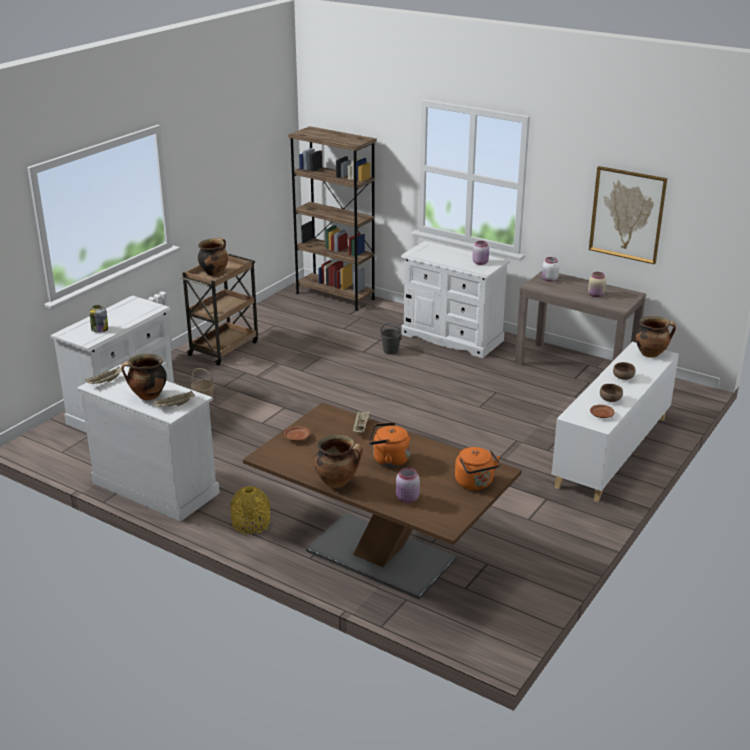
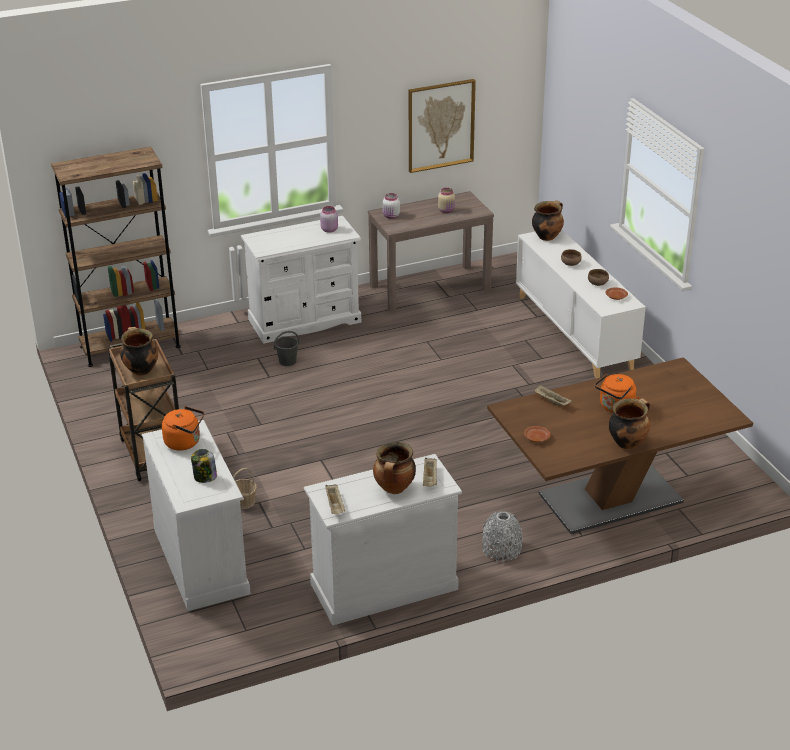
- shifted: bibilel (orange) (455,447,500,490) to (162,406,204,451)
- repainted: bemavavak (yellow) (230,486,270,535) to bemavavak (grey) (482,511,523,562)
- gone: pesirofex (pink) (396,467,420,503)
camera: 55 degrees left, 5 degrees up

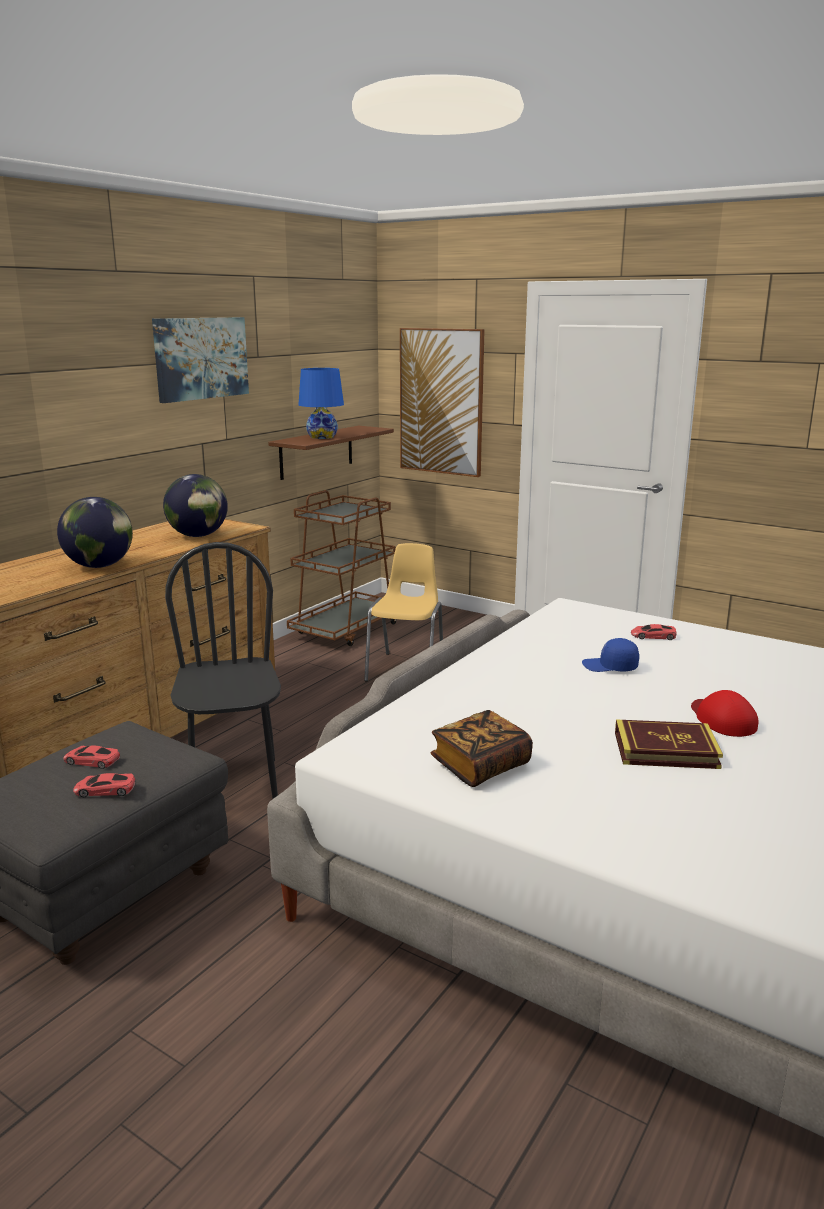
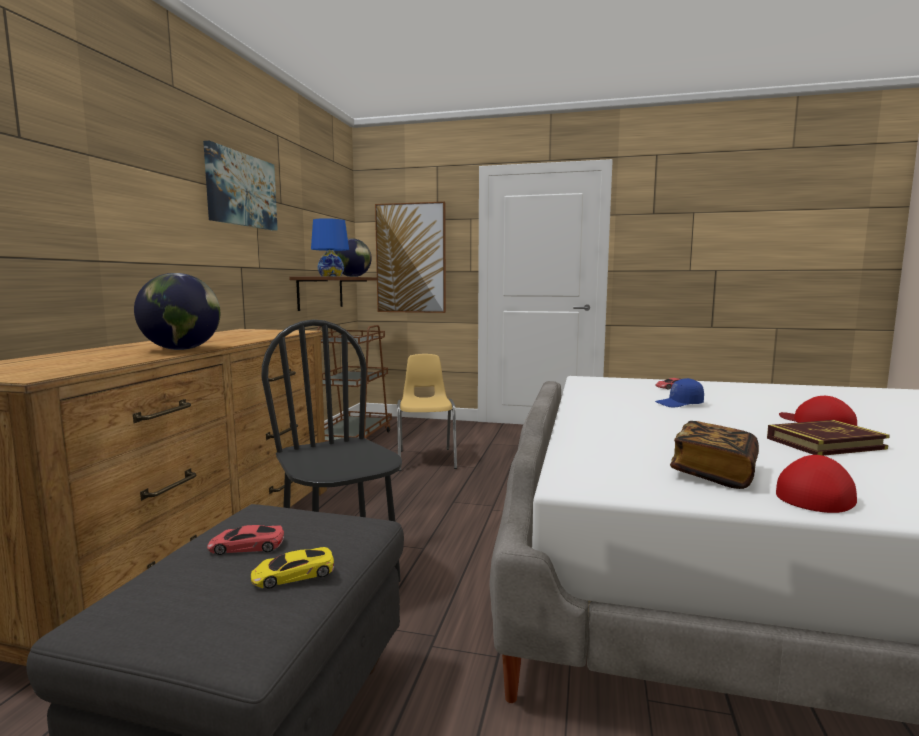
- repainted: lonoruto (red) (73,773,135,797) to lonoruto (yellow) (251,547,334,589)
- shifted: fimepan (163,474,228,537) to (334,238,372,277)
- new: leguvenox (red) (776,455,857,513)
camera: 20 degrees left, 10 degrees down

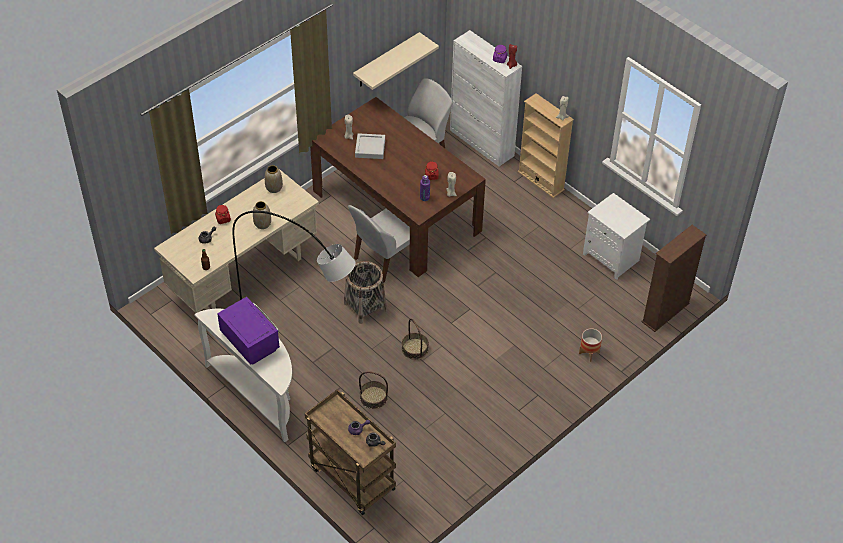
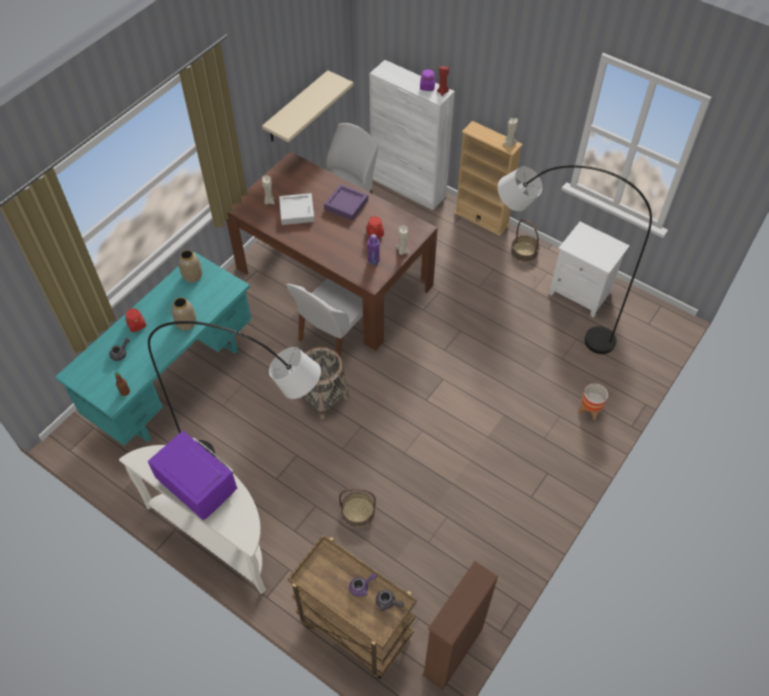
- repainted: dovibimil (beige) (154,169,319,313) to dovibimil (turquoise) (55,252,252,445)
- new: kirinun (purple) (324,184,368,221)
- shifted: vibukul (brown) (641,225,706,332) to (422,561,499,690)
- new: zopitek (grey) (498,165,652,354)
- shifted: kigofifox (402,319,429,360) to (511,219,539,262)
camera: 10 degrees left, 5 degrees up

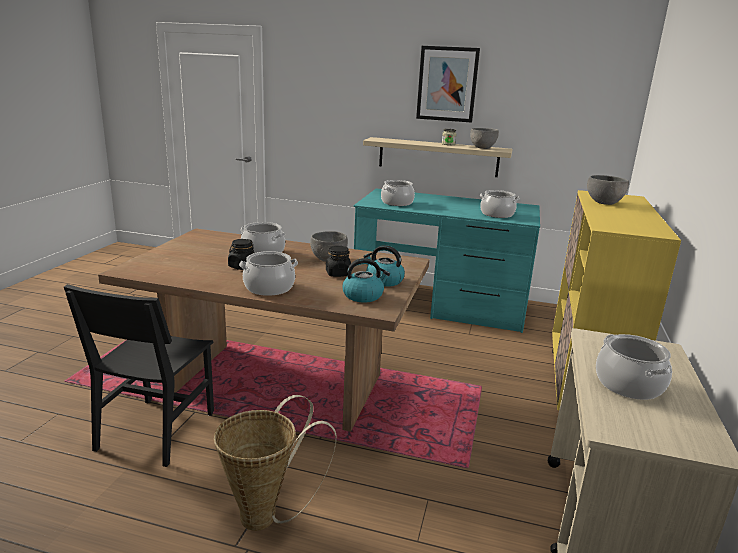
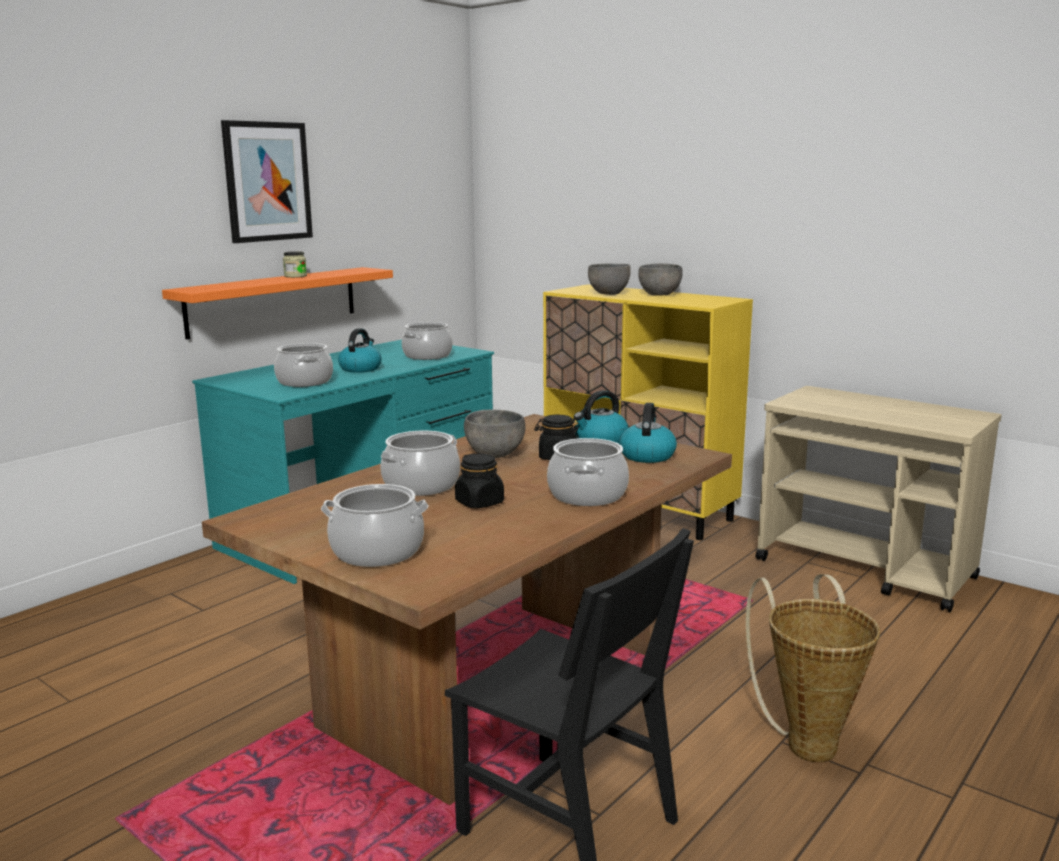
- repainted: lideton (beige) (363,137,513,177) to lideton (orange) (162,267,393,339)
- shifted: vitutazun (596,334,672,400) to (321,484,429,567)
- new: bibilel (338,328,382,373)
- shifted: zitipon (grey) (470,128,499,149) to (638,263,683,296)
camera: 65 degrees left, 5 degrees down

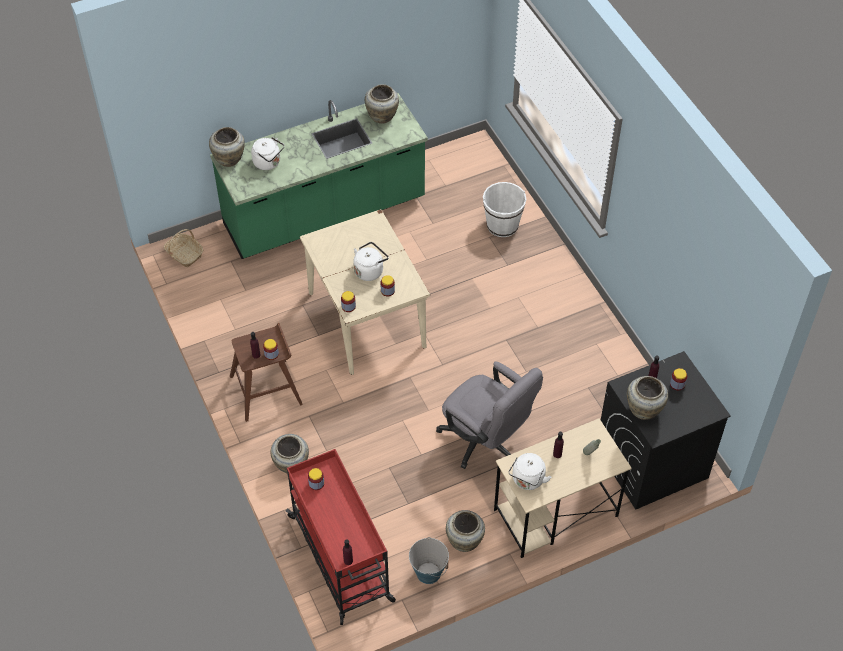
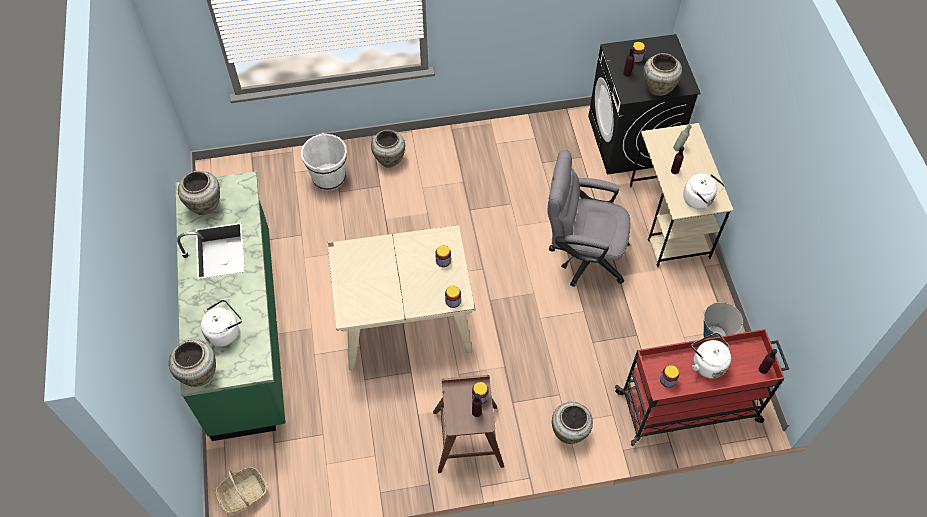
- shifted: bemavavak (beige) (446,510,485,552) to (371,130,405,168)
- rotated: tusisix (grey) (436,361,543,469) = (547,150,630,287) 135 degrees counterclockwise
- shifted: bibilel (white) (353,242,389,281) to (691,332,731,379)
camera: 75 degrees left, 5 degrees up

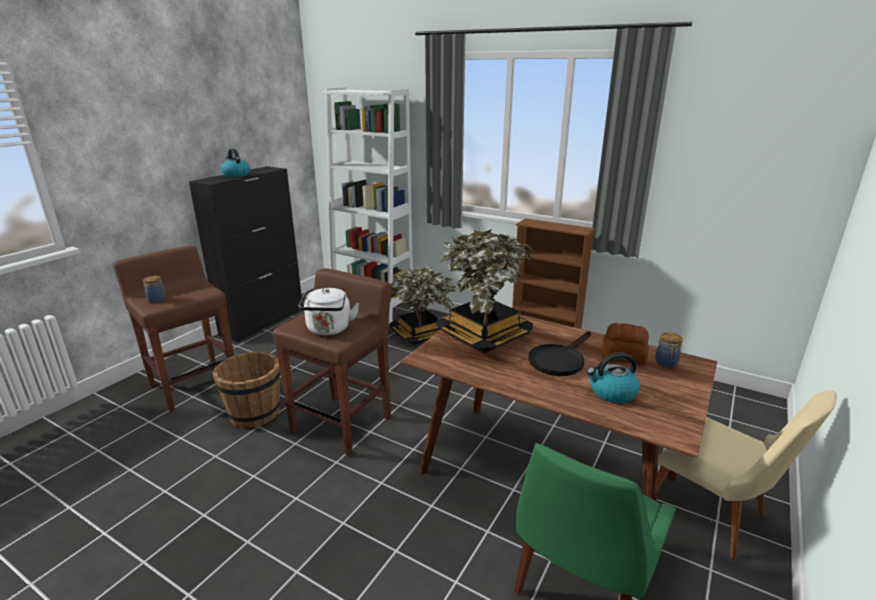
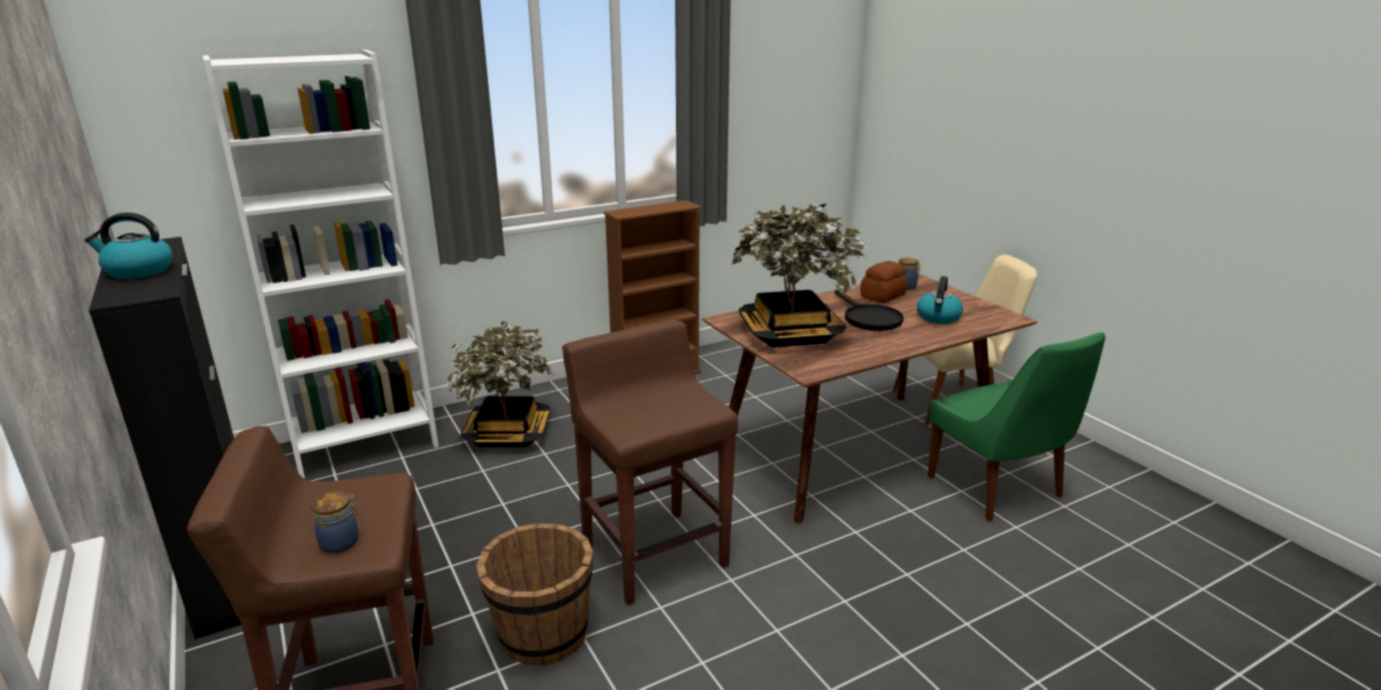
- gone: bibilel (white) (299,288,359,335)
camera: 60 degrees left, 0 degrees up

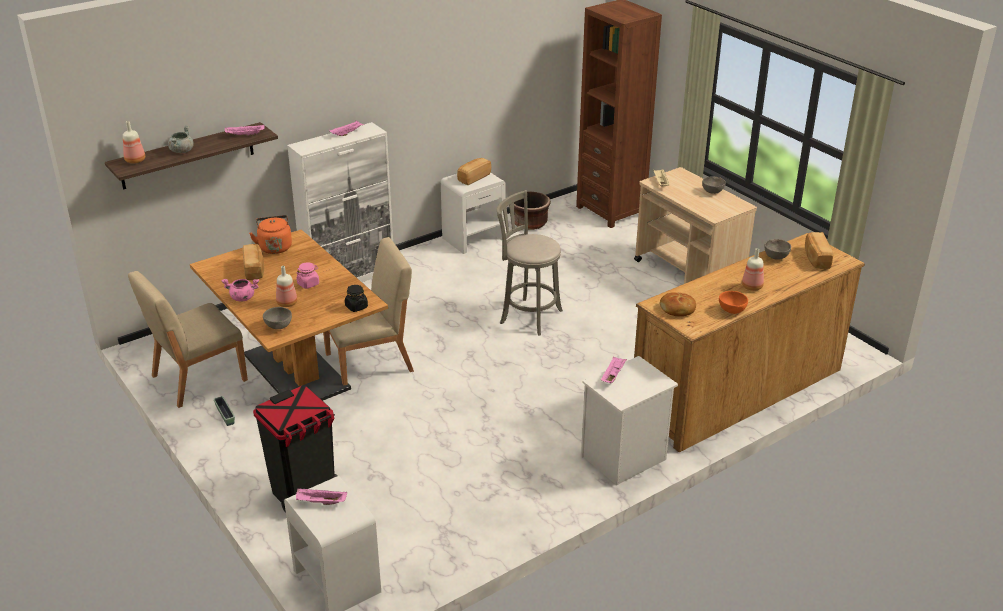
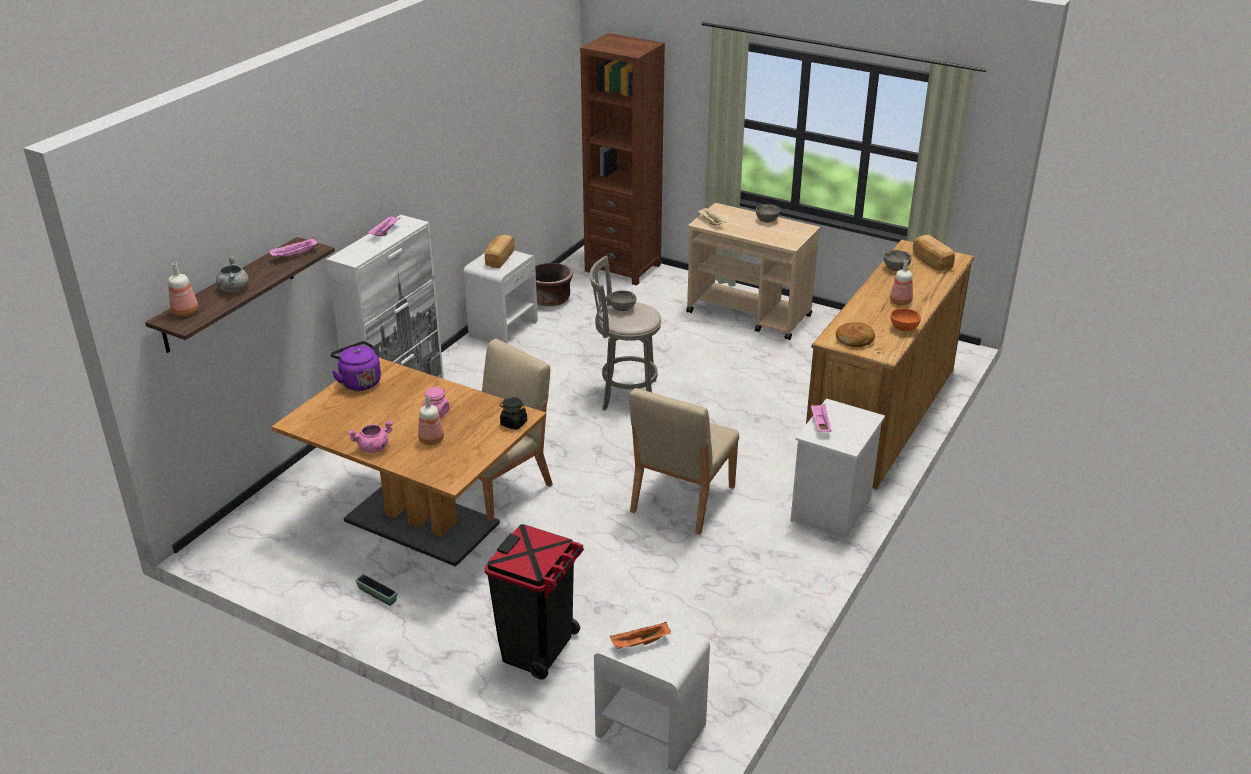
- repainted: bibilel (orange) (249,215,292,254) to bibilel (purple) (330,341,381,391)
- shifted: zitipon (grey) (263,307,292,329) to (609,290,636,311)
- repainted: kirinun (pink) (296,488,347,505) to kirinun (orange) (610,622,671,649)
- shifted: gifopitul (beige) (128,271,248,408) to (629,388,739,535)
- gone: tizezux (242,244,264,280)
camera: 25 degrees left, 0 degrees up

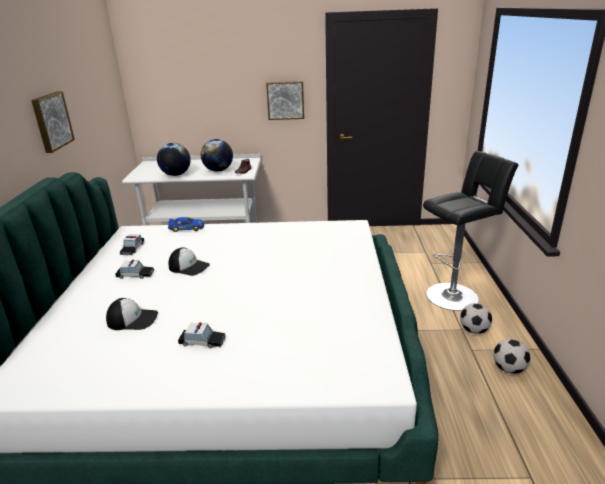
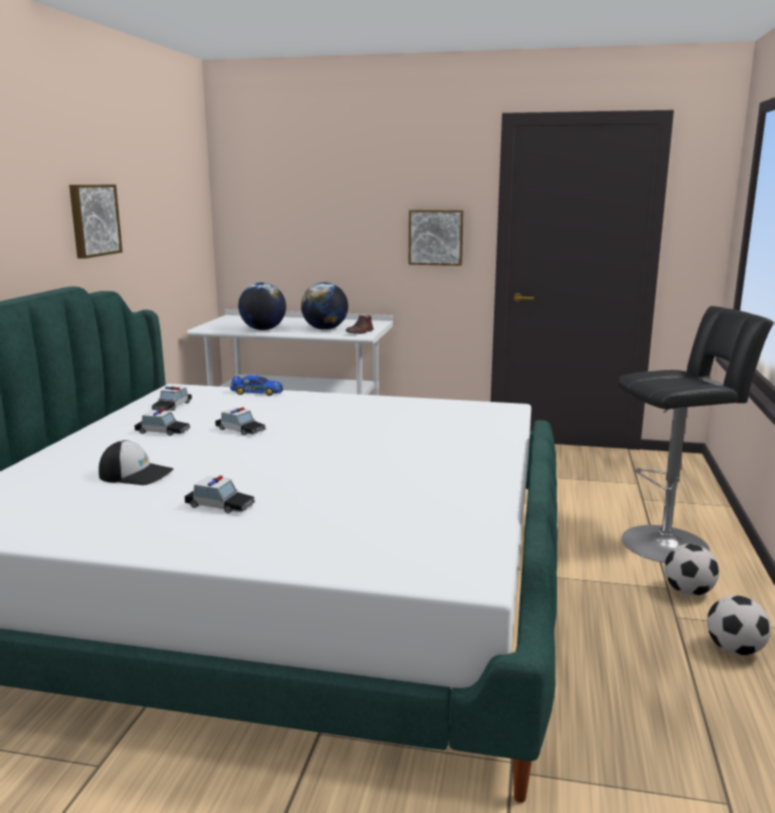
- swapped: leguvenox (168,247,210,276) to lonoruto (215,407,266,435)
camera: 10 degrees right, 10 degrees down

